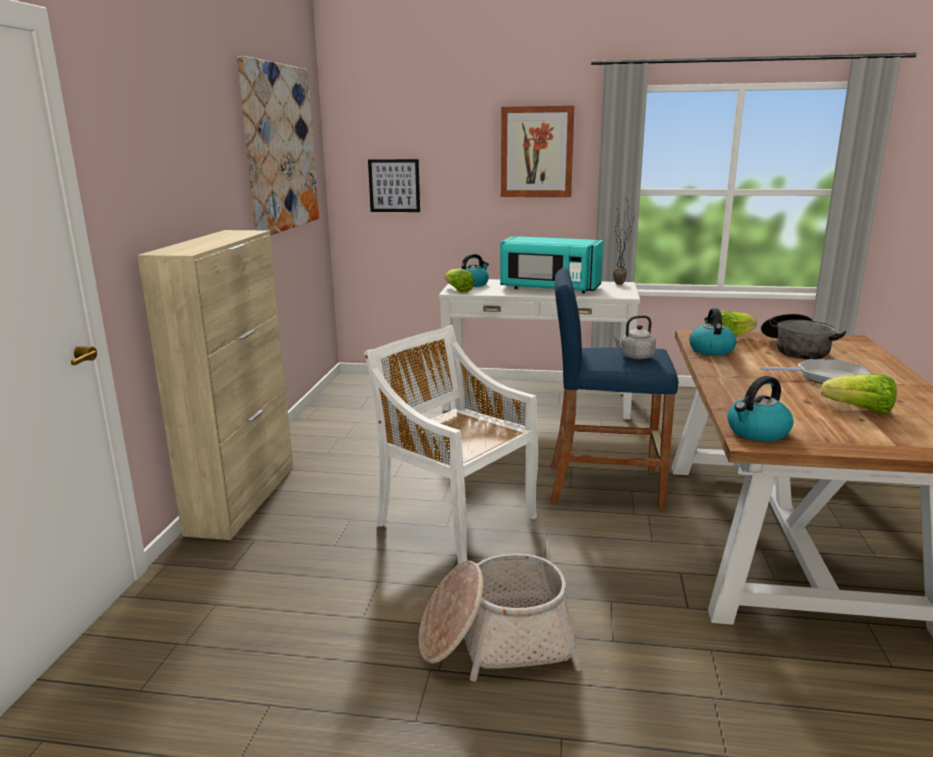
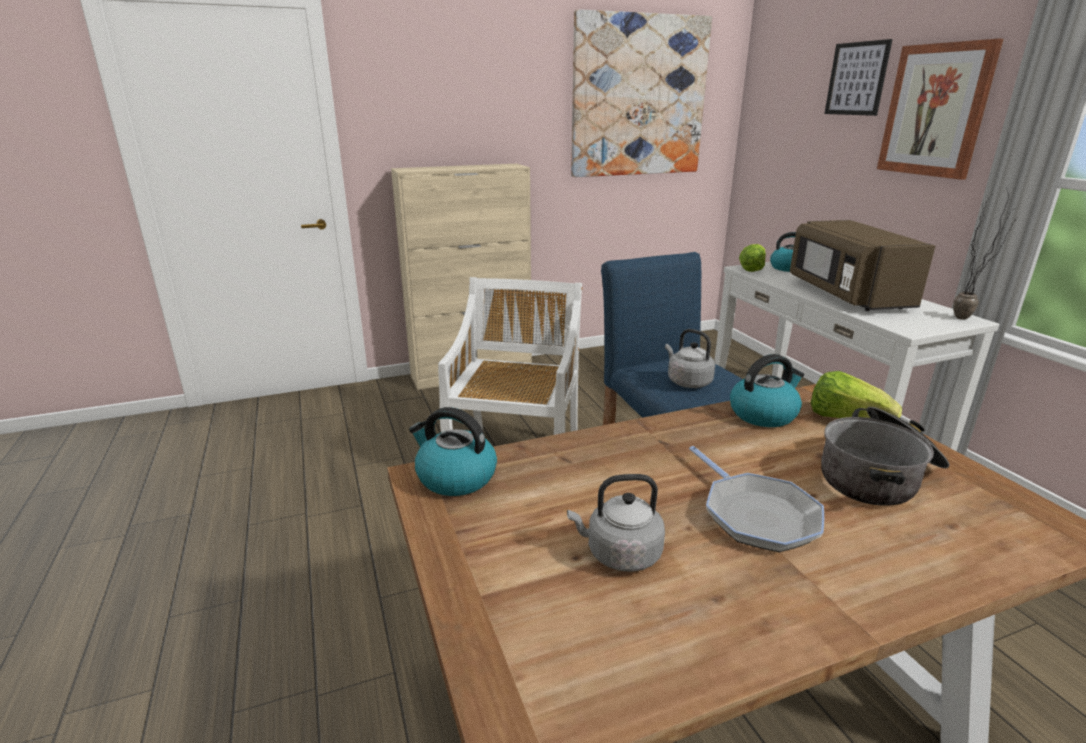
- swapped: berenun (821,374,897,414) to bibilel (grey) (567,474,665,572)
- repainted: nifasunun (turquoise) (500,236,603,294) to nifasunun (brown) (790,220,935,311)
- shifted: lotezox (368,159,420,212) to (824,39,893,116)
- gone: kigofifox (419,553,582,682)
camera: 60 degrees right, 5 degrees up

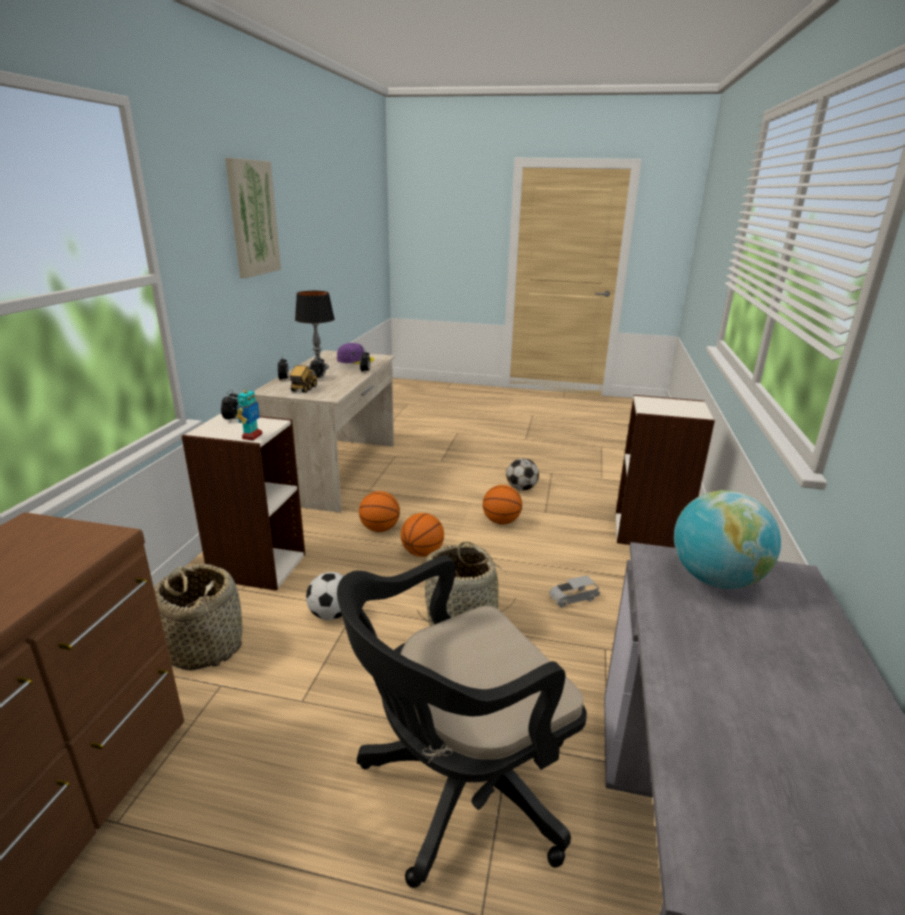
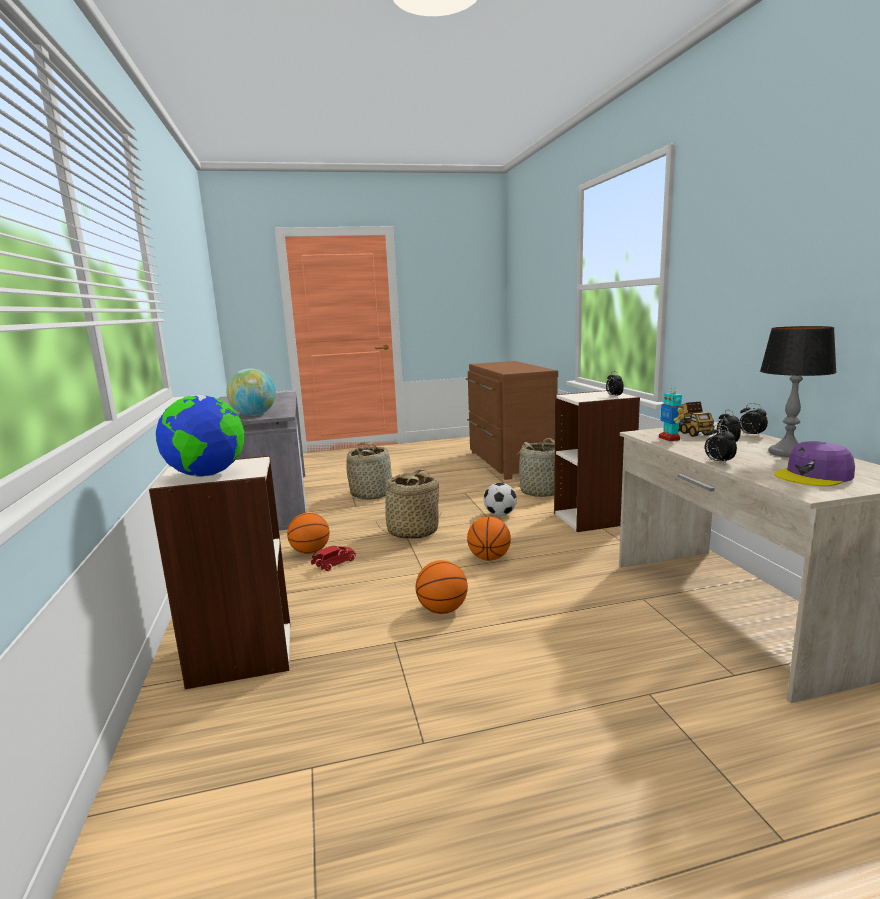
- new: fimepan (156,395,244,477)
- shifted: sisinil (359,491,400,532) to (287,513,329,554)
- repainted: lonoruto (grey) (549,575,600,608) to lonoruto (red) (311,546,356,571)
- swapped: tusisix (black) (337,555,587,888) to kigofifox (346,442,392,500)
- shifted: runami (236,384,262,440) to (659,385,685,441)
- gone: lotezox (225,158,281,278)
- gone: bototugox (506,458,539,491)
camera: 155 degrees right, 10 degrees down

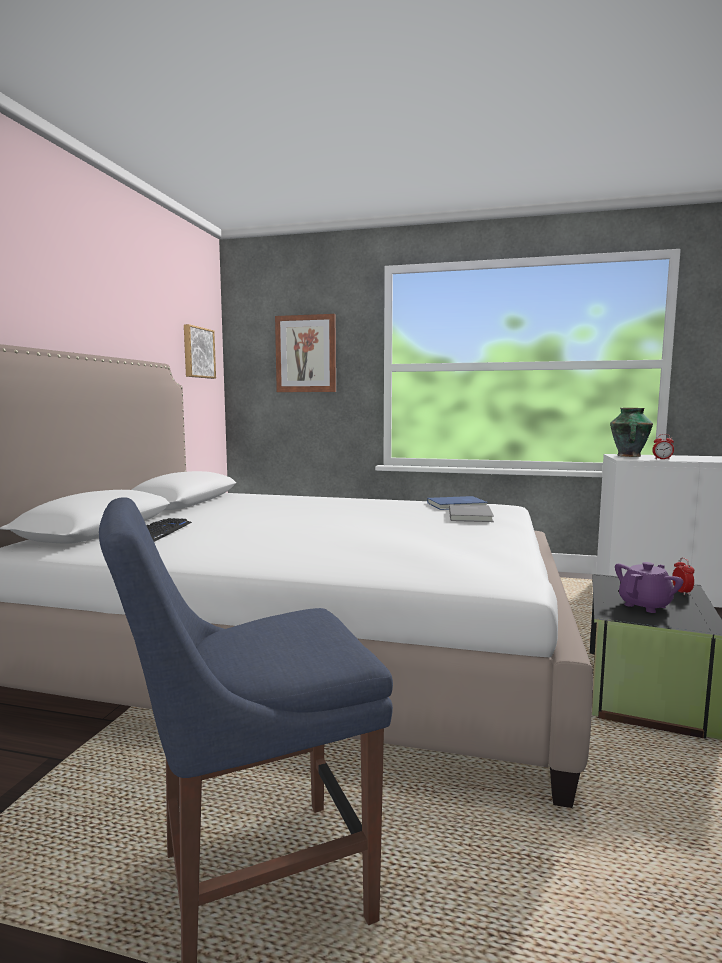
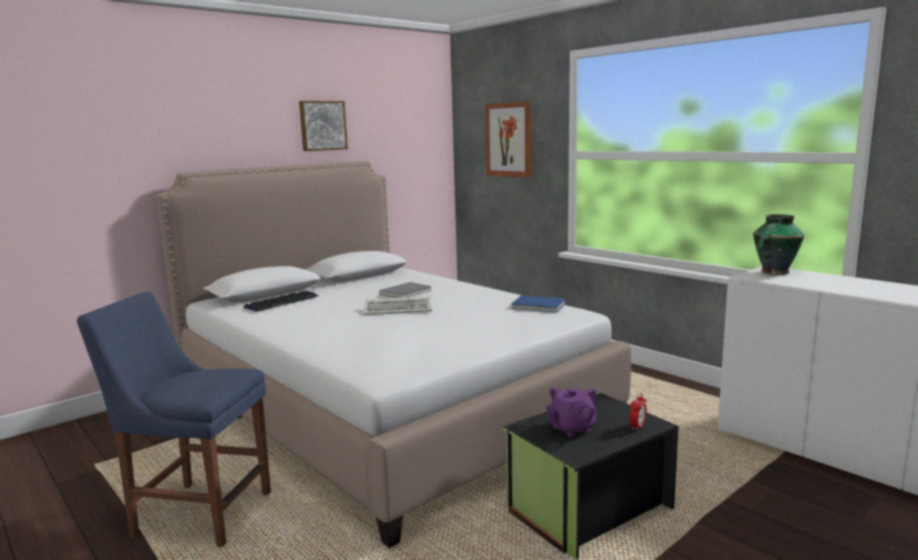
- shifted: lotezox (184,324,216,379) to (299,101,348,151)
- new: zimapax (364,296,432,315)
- shifted: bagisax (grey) (449,504,494,522) to (379,282,432,298)
- rotated: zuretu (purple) (615,562,683,613) = (546,387,598,437) 150 degrees clockwise
- gone: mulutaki (652,434,674,460)
camera: 35 degrees right, 5 degrees up

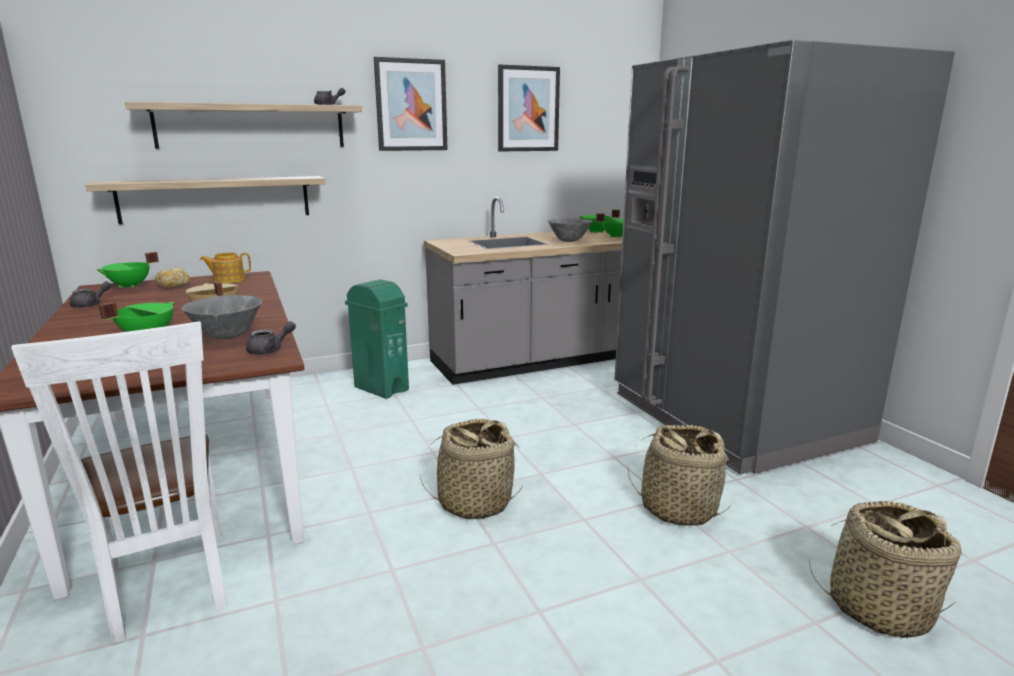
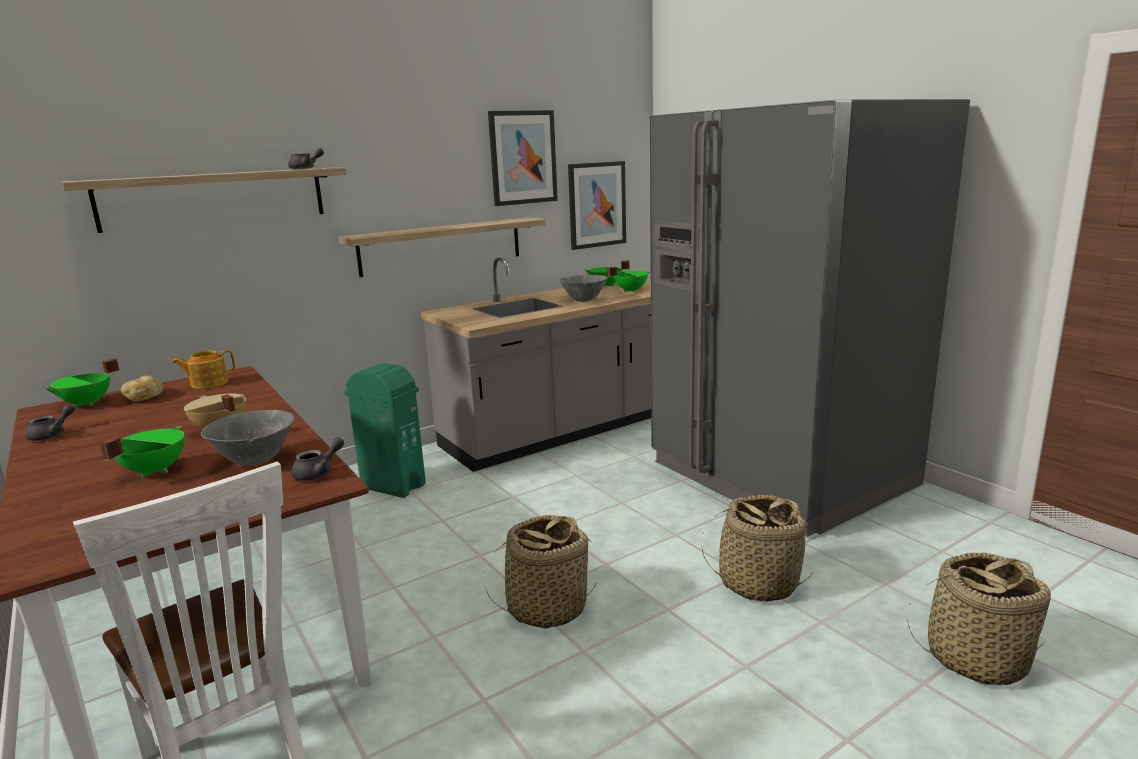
- shifted: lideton (86,176,325,224) to (338,217,546,277)
- shifted: lotezox (374,57,448,151) to (568,161,626,250)
camera: 10 degrees left, 0 degrees up

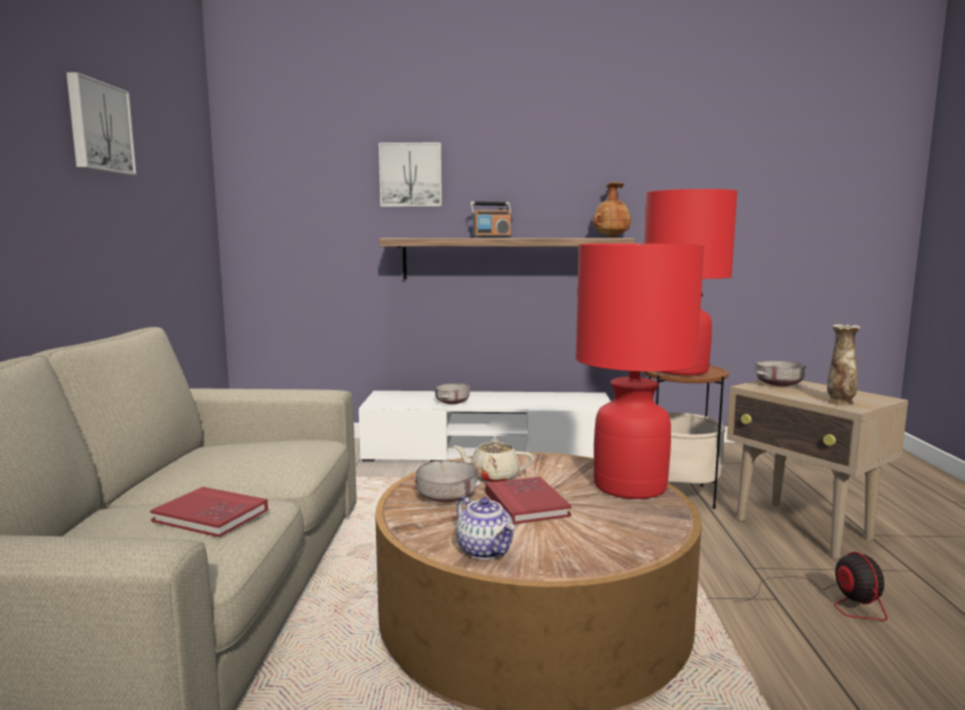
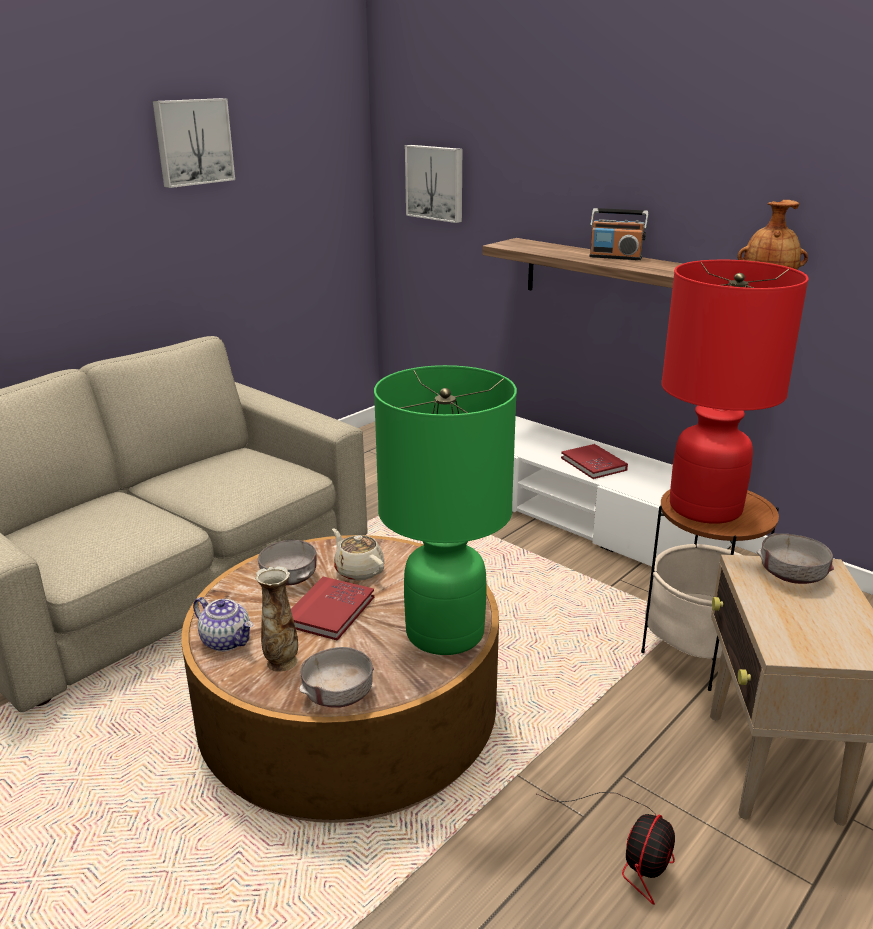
- rotated: zuretu (456,496,515,559) = (193,597,253,652) 60 degrees counterclockwise
- shifted: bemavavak (827,324,861,405) to (255,566,298,672)
- shifted: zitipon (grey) (435,383,470,404) to (299,647,374,708)
- repainted: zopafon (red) (575,243,705,499) to zopafon (green) (374,365,517,655)
- shifted: lotezox (379,143,442,207) to (405,145,462,223)
- shifted: bagisax (red) (150,487,268,537) to (561,444,628,479)
camera: 40 degrees right, 15 degrees up

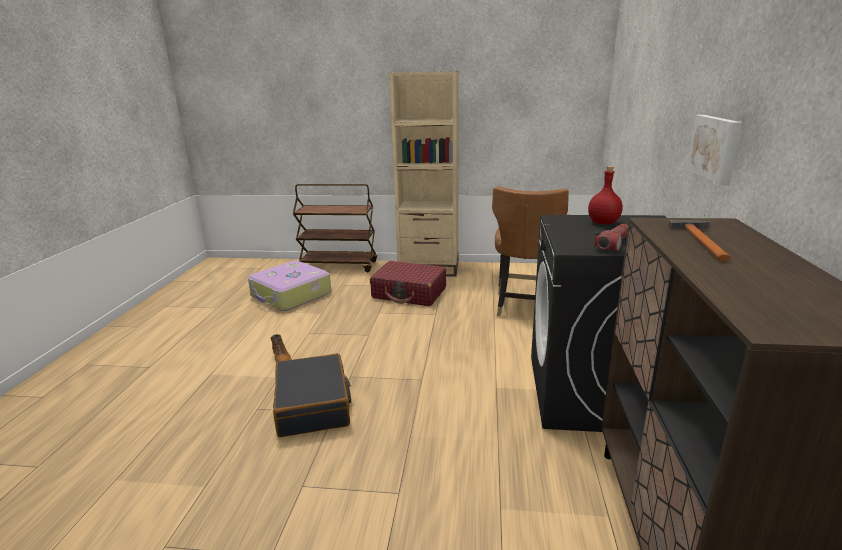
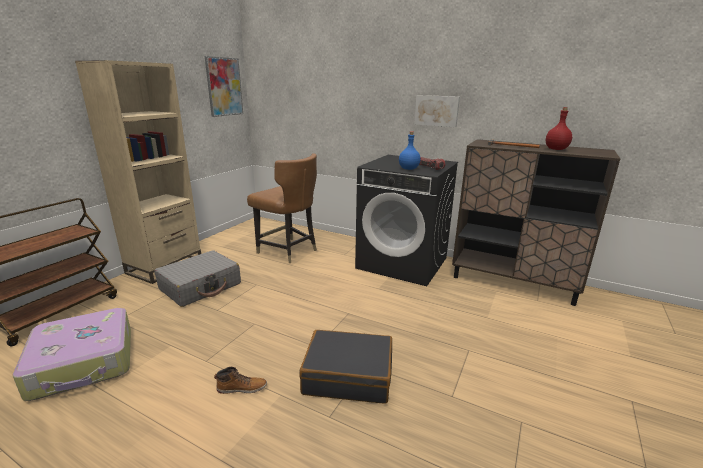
- repainted: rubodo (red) (370,261,446,306) to rubodo (grey) (154,250,241,307)
- new: lotezox (205,56,243,117)
- new: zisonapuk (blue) (399,131,421,170)
- shifted: zisonapuk (red) (588,166,623,225) to (546,107,572,150)
camera: 70 degrees left, 0 degrees up

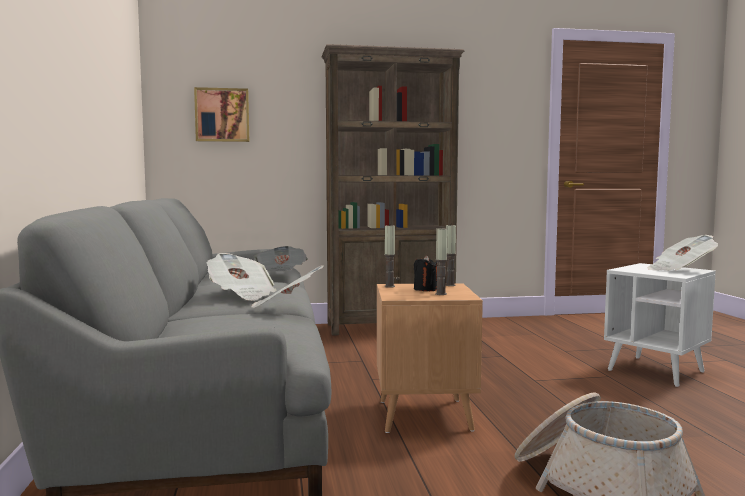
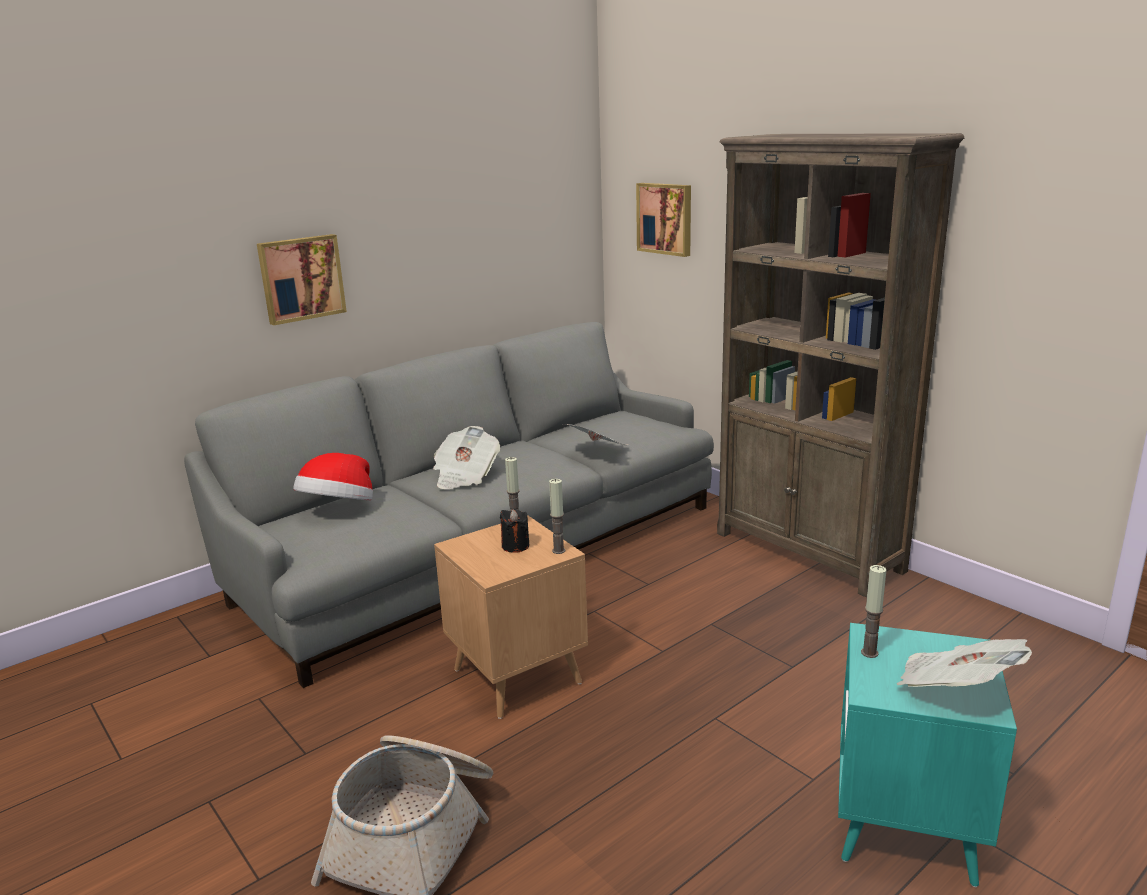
- new: lotezox (257,234,347,325)
- new: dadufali (293,453,373,500)
- repainted: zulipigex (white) (604,263,716,387) to zulipigex (turquoise) (838,623,1017,887)
- shifted: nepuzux (435,227,447,295) to (861,565,887,658)
- gone: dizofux (251,265,324,309)
camera: 60 degrees right, 15 degrees up

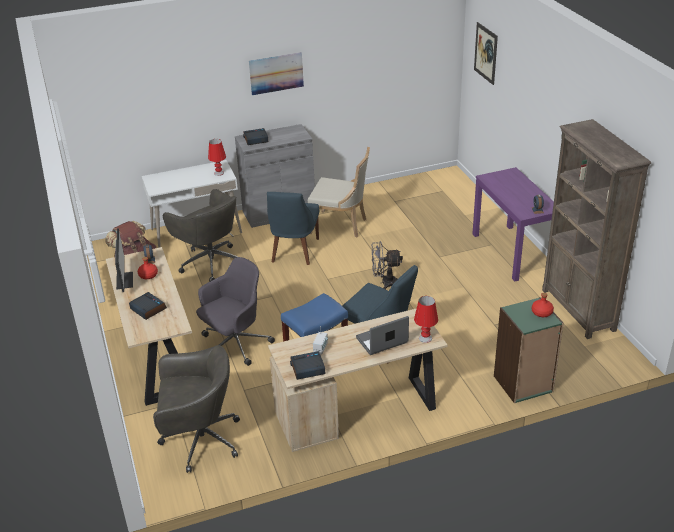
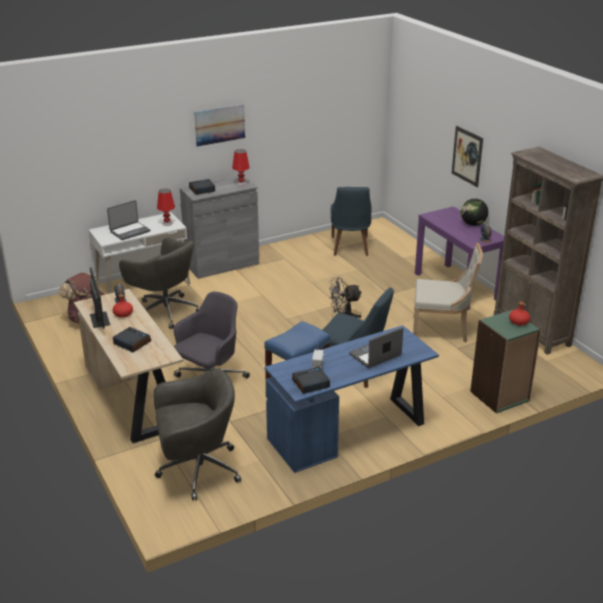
- new: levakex (107,200,150,240)
- shifted: zopafon (red) (414,296,438,343) to (232,149,250,186)
- repainted: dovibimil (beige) (268,308,448,452) to dovibimil (blue) (265,325,439,473)
- shifted: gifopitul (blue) (267,192,319,265) to (331,187,371,256)
- shifted: gifopitul (beige) (308,147,370,238) to (413,243,483,342)
- shifted: lotezox (474,22,498,85) to (452,126,483,187)
- new: fimepan (461,198,488,226)
camera: 10 degrees left, 5 degrees down

